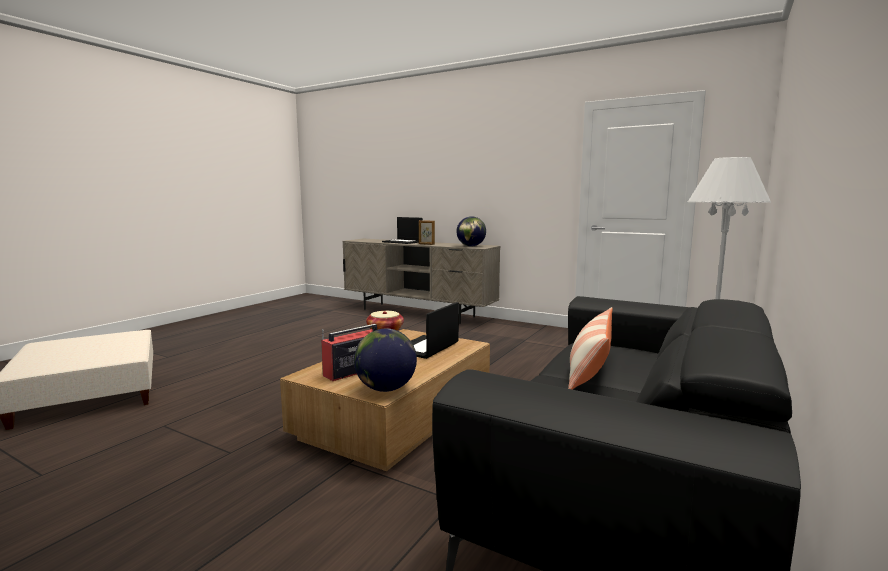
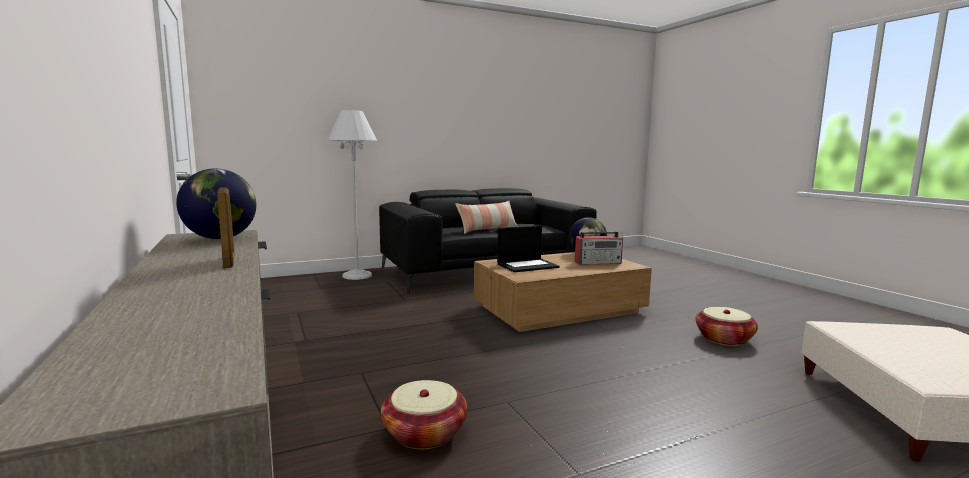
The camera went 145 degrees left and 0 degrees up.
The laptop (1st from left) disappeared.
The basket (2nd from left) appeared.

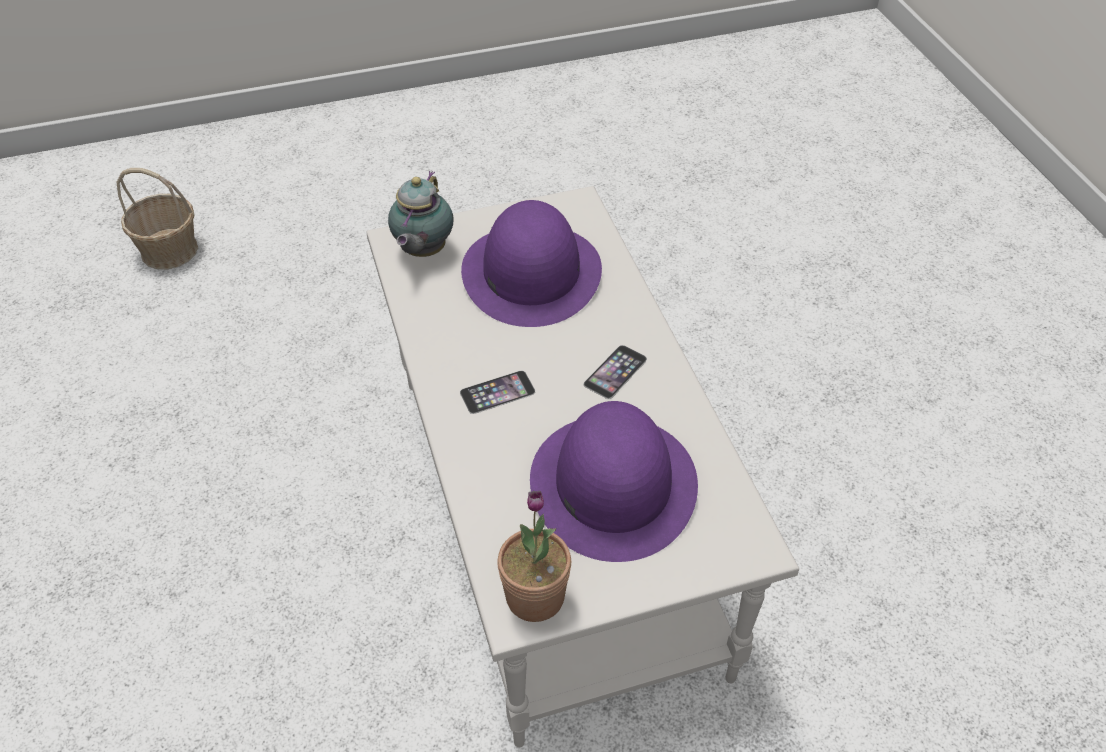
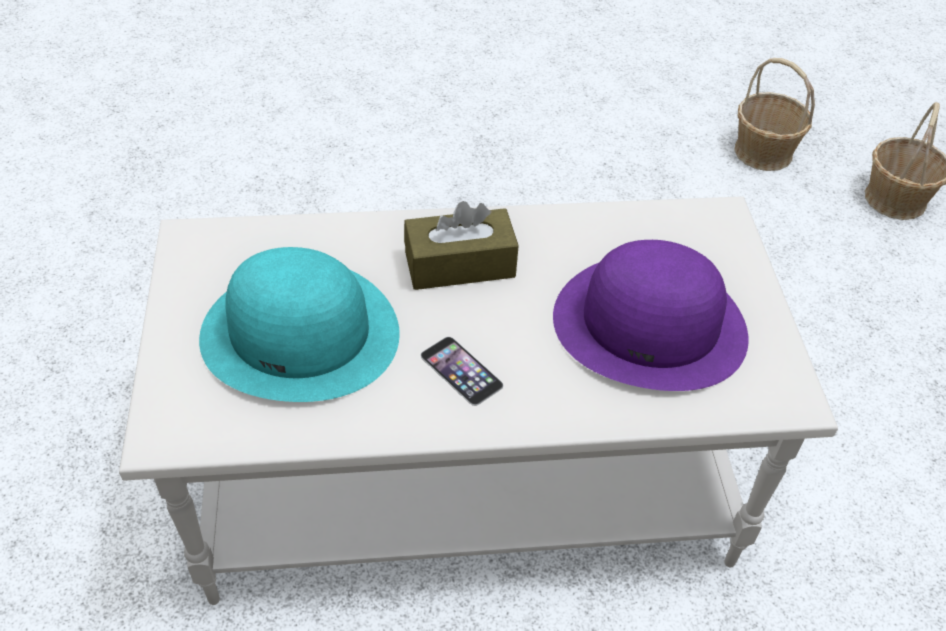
The camera went 100 degrees right and 0 degrees up.
The teapot disappeared.
The phone (1st from left) was replaced by the brown tissue box.
The potted plant disappeared.
The purple hat (2nd from left) became the turquoise hat.
The basket (1st from left) appeared.

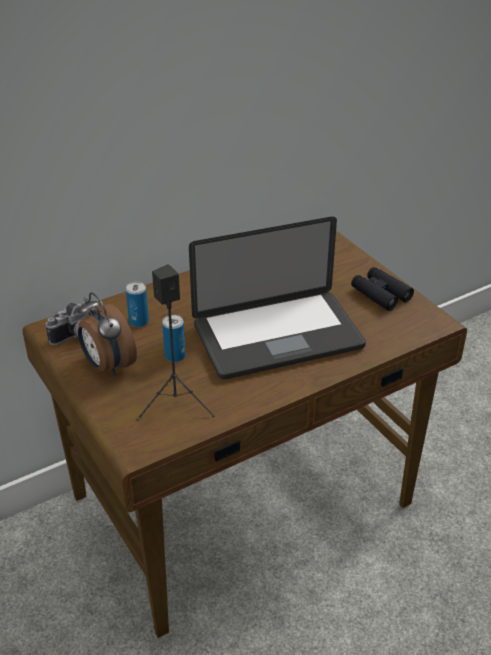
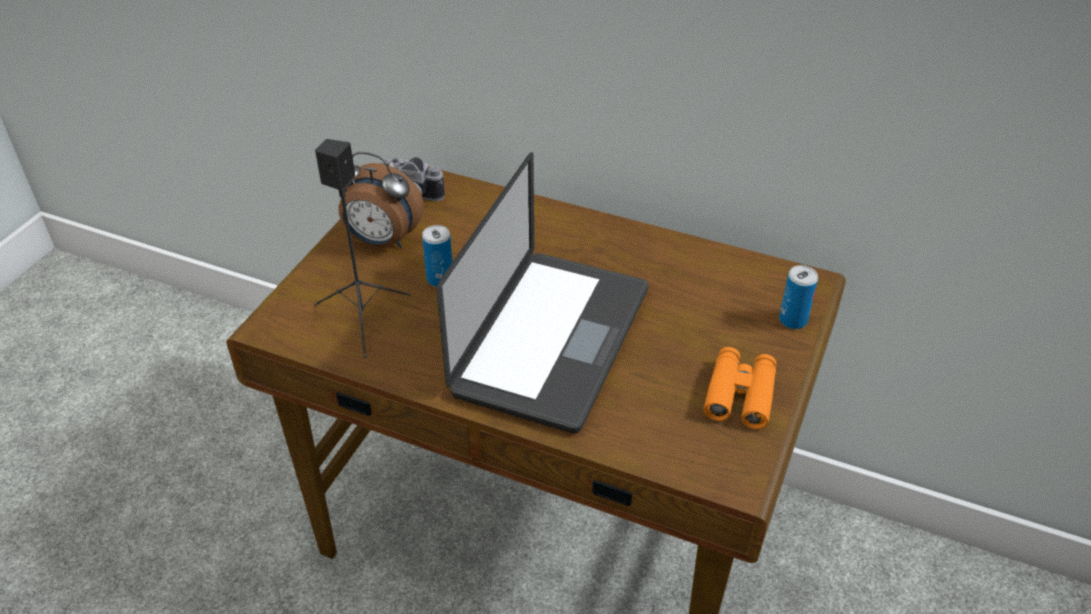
The camera went 55 degrees right and 5 degrees up.
The alarm clock turned 90 degrees counterclockwise.
The can (1st from left in the first image) moved.
The laptop turned 105 degrees counterclockwise.
The black binoculars became the orange binoculars.

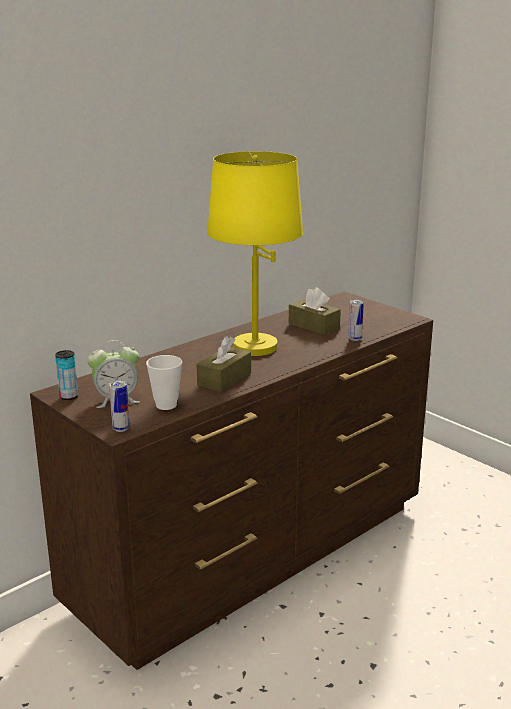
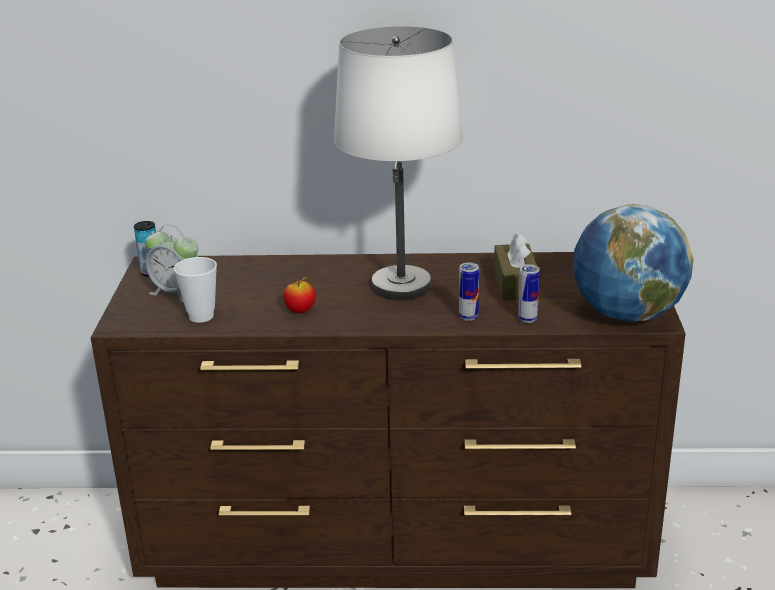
The camera went 45 degrees right and 5 degrees up.
The can (2nd from left) moved.
The brown tissue box (1st from left) was replaced by the apple.
The yellow table lamp became the white table lamp.
The globe appeared.

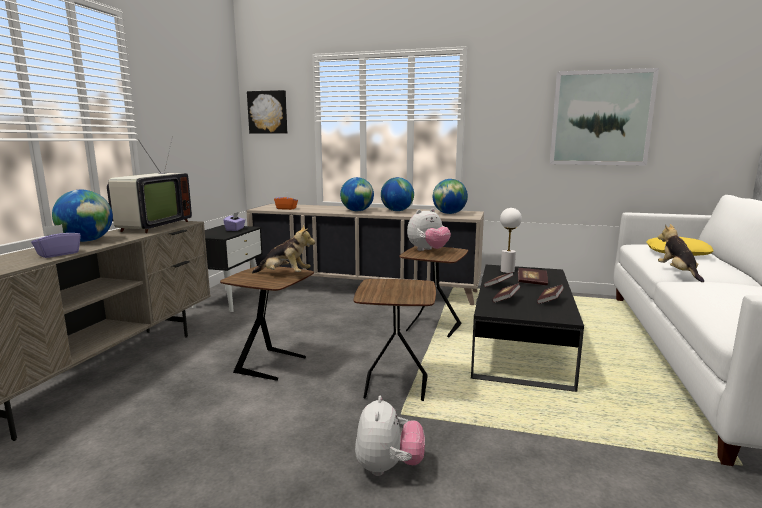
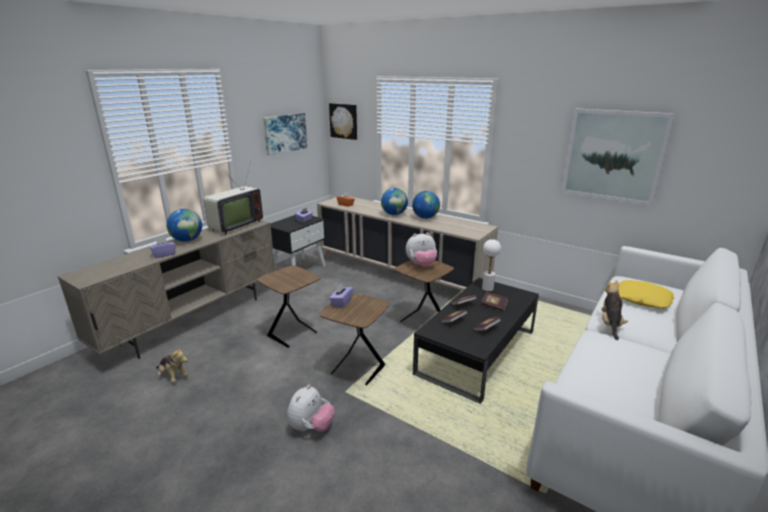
The camera went 20 degrees right and 10 degrees up.
The plush toy (1st from left) moved.
The globe (4th from left) disappeared.
The picture (1st from left) appeared.
The purple tissue box (3rd from left) appeared.

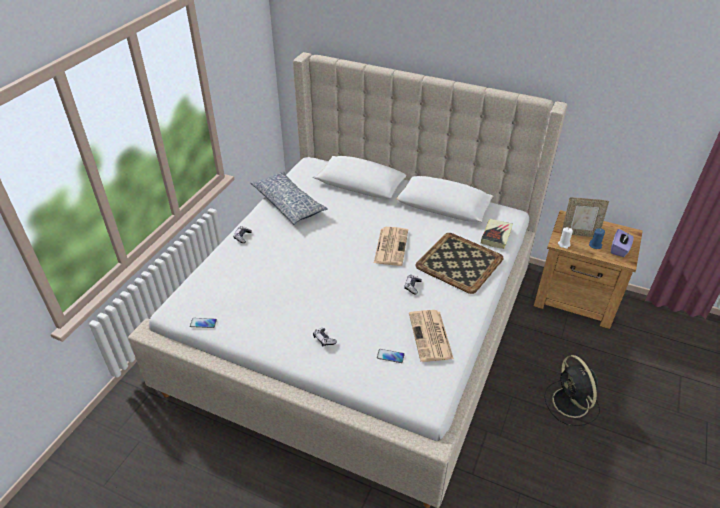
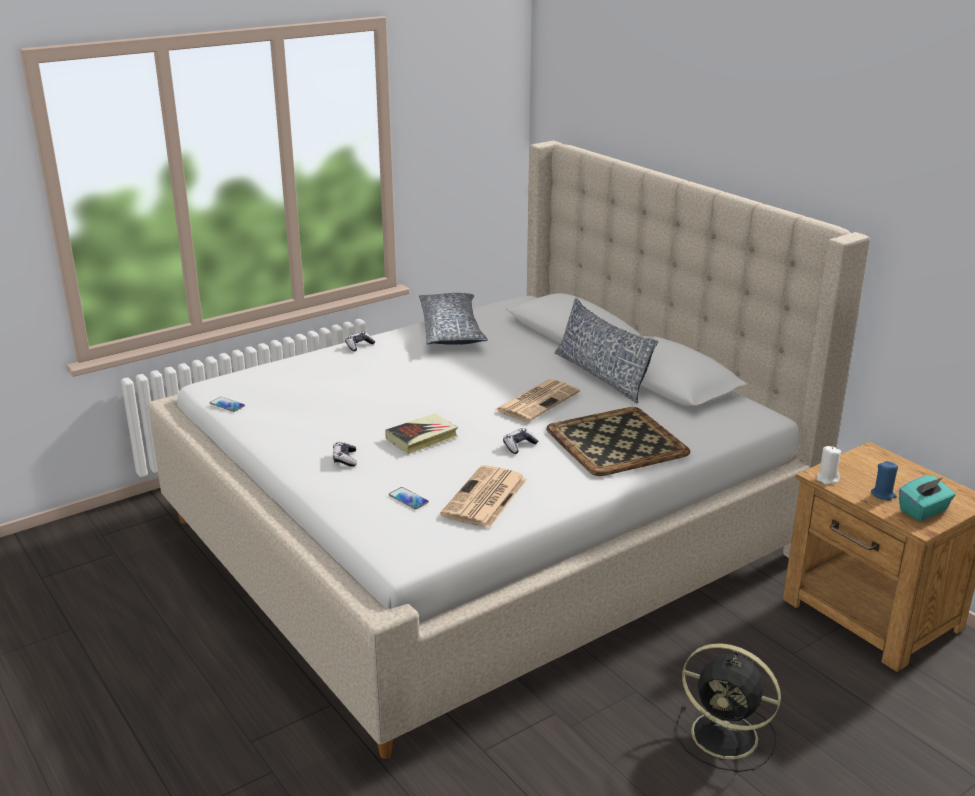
The camera went 30 degrees right and 15 degrees down.
The book moved.
The black fan turned 75 degrees counterclockwise.
The picture frame disappeared.
The purple tissue box became the turquoise tissue box.
The pillow (2nd from left) appeared.

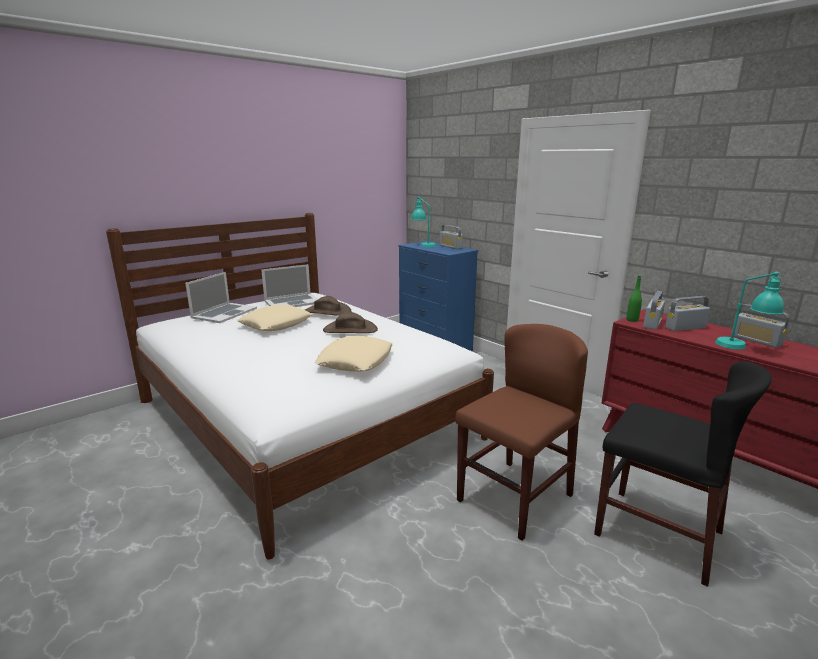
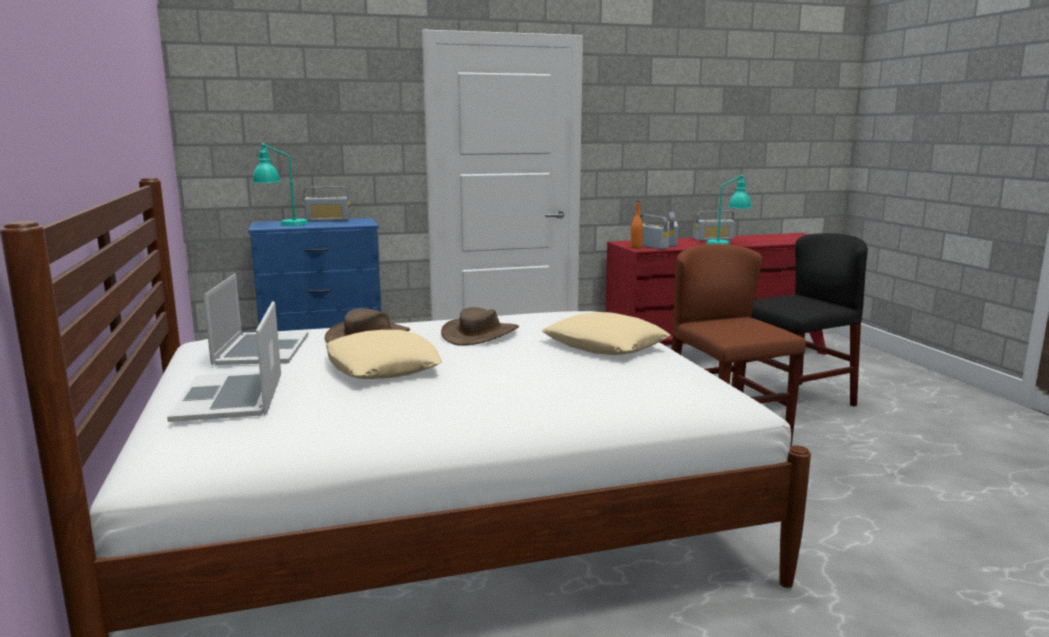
The camera went 65 degrees left and 5 degrees down.
The laptop (1st from left) turned 150 degrees counterclockwise.
The green bottle became the orange bottle.

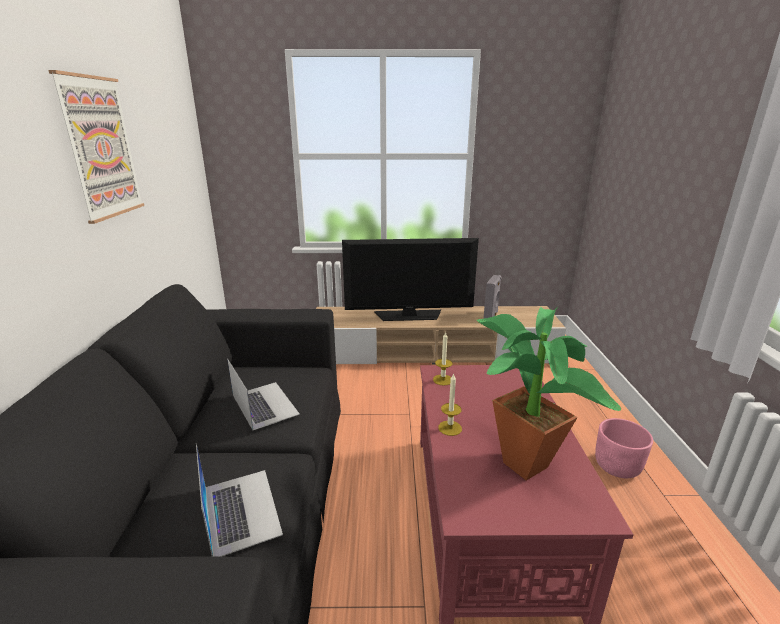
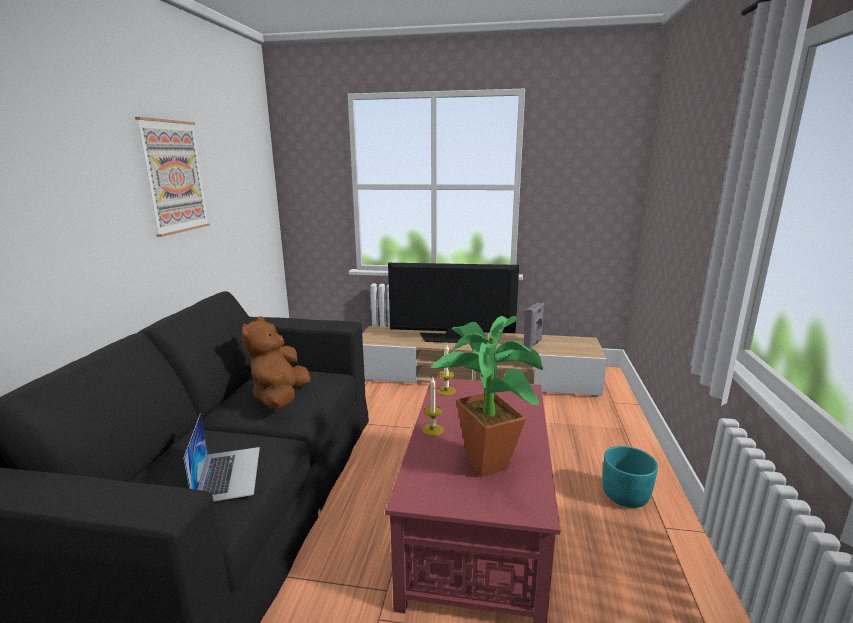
The camera went 10 degrees right and 5 degrees down.
The laptop (2nd from left) was replaced by the brown plush toy.
The pink planter became the turquoise planter.

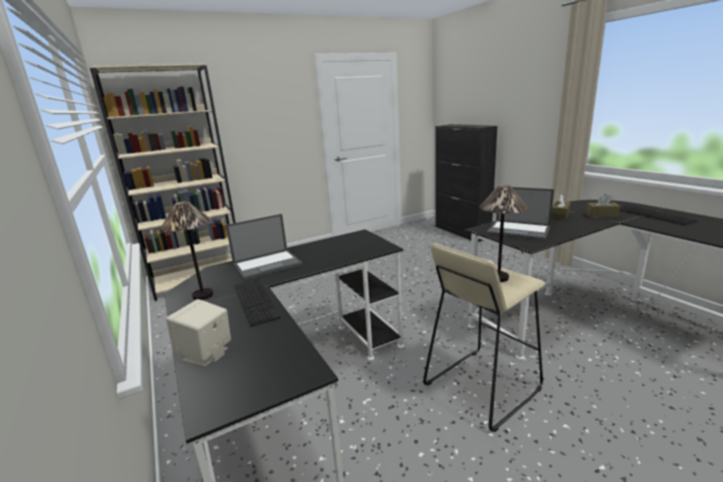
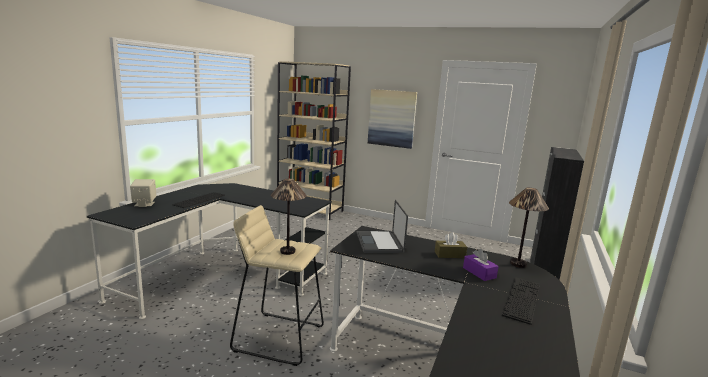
The camera went 50 degrees right and 5 degrees down.
The table lamp (1st from left in the first image) moved.
The laptop (1st from left) disappeared.
The brown tissue box (2nd from left) became the purple tissue box.
The picture appeared.

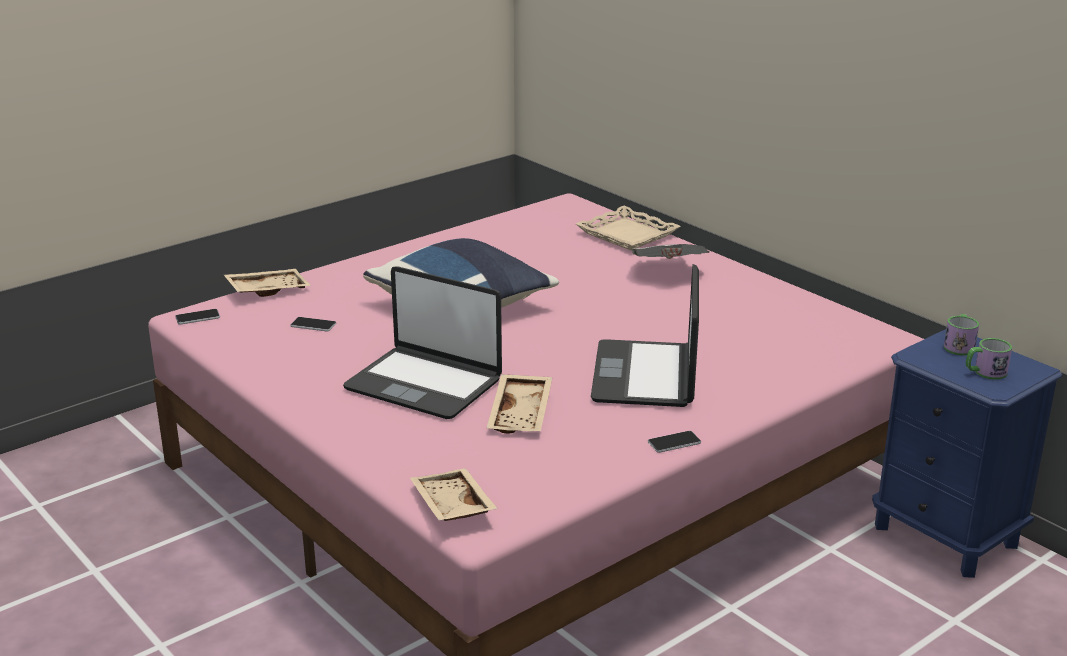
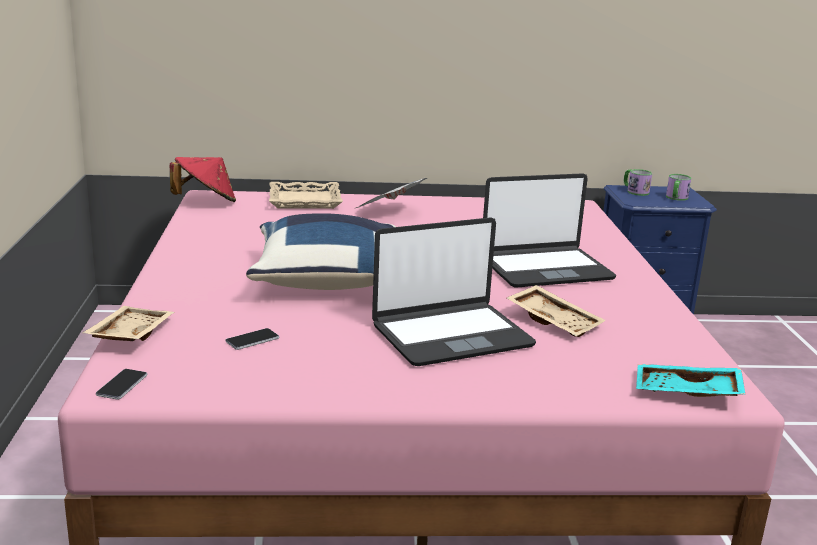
The camera went 55 degrees left and 5 degrees down.
The beige tray (2nd from left) became the turquoise tray.
The laptop (2nd from left) turned 60 degrees counterclockwise.
The phone (3rd from left) disappeared.
The red hat appeared.

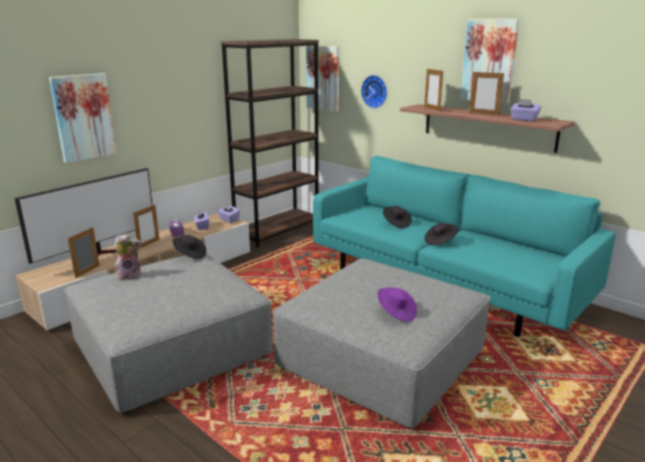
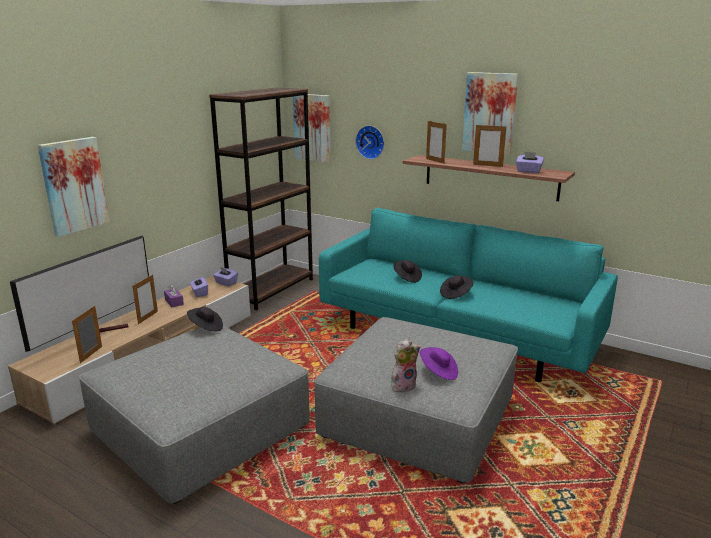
The camera went 10 degrees left and 0 degrees up.
The plush toy moved.

